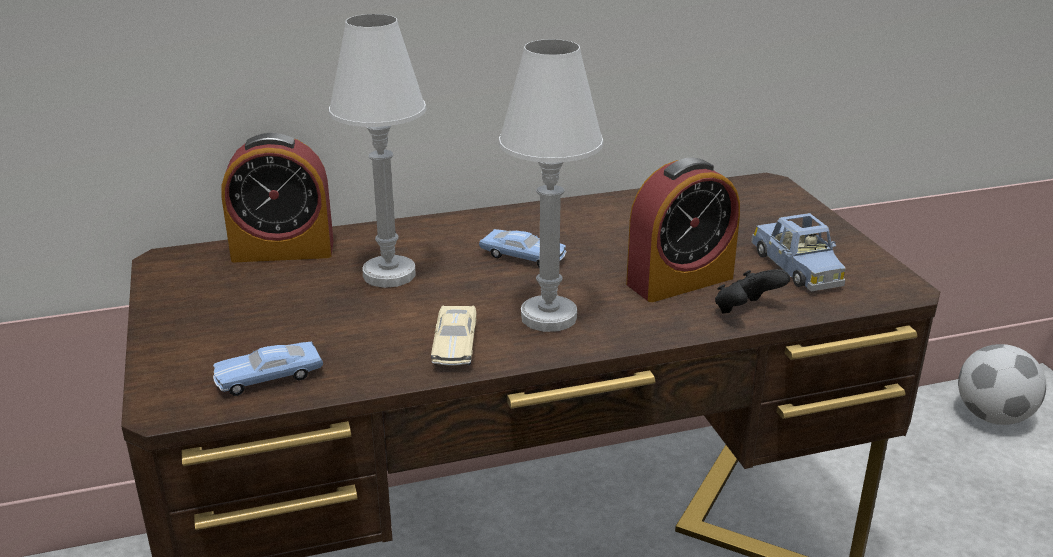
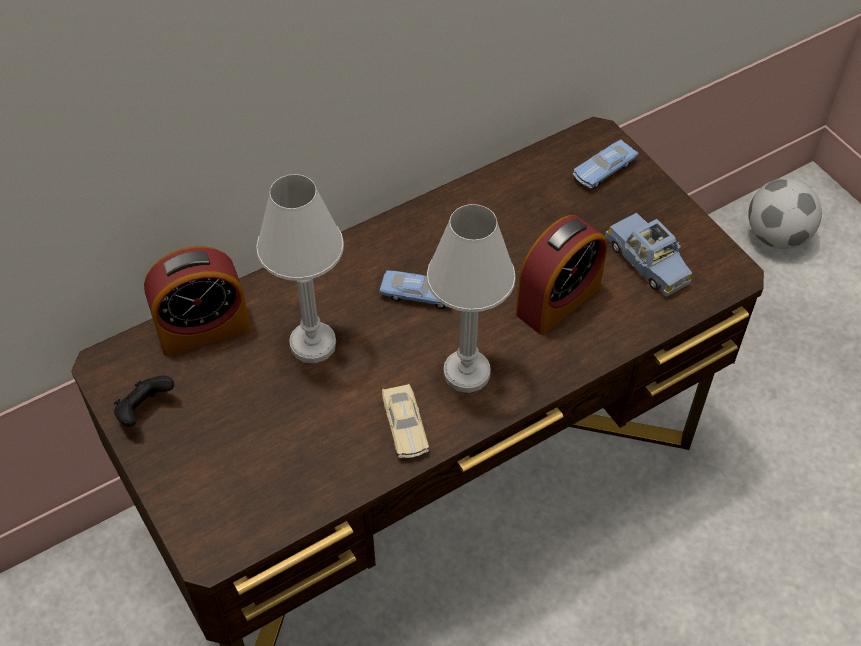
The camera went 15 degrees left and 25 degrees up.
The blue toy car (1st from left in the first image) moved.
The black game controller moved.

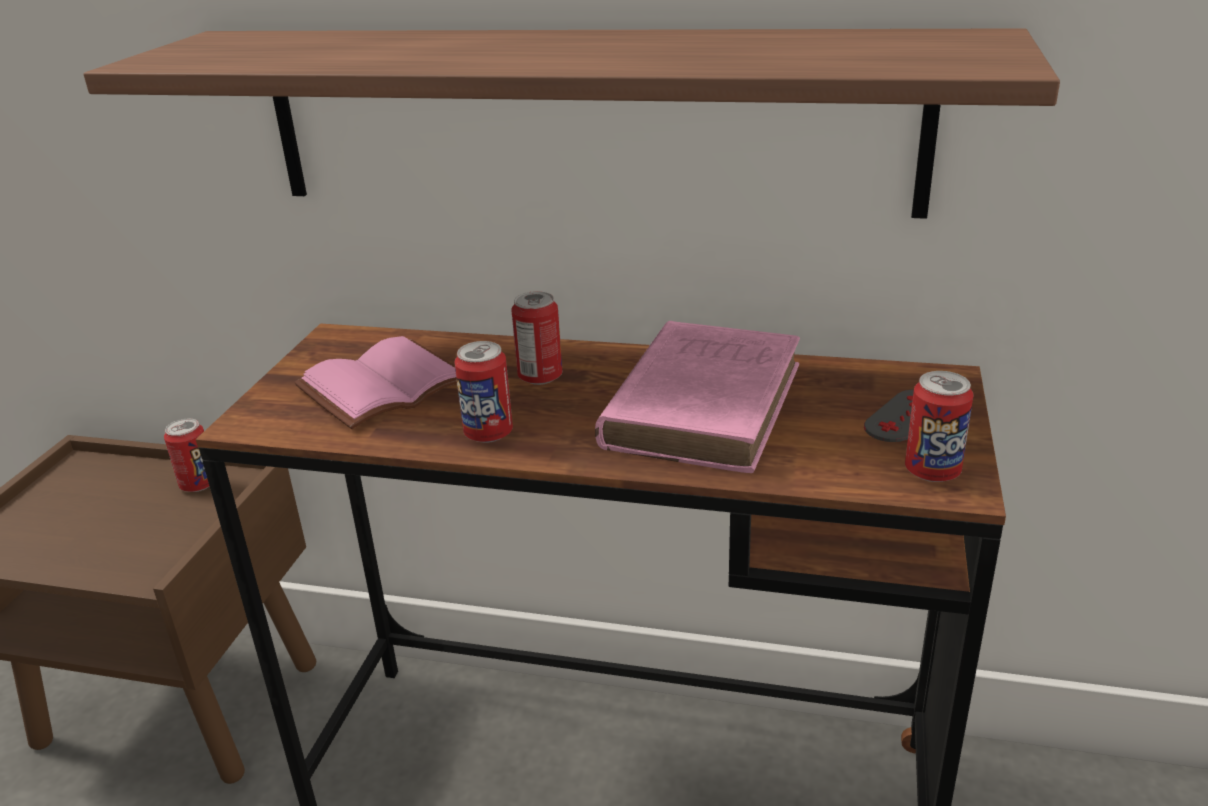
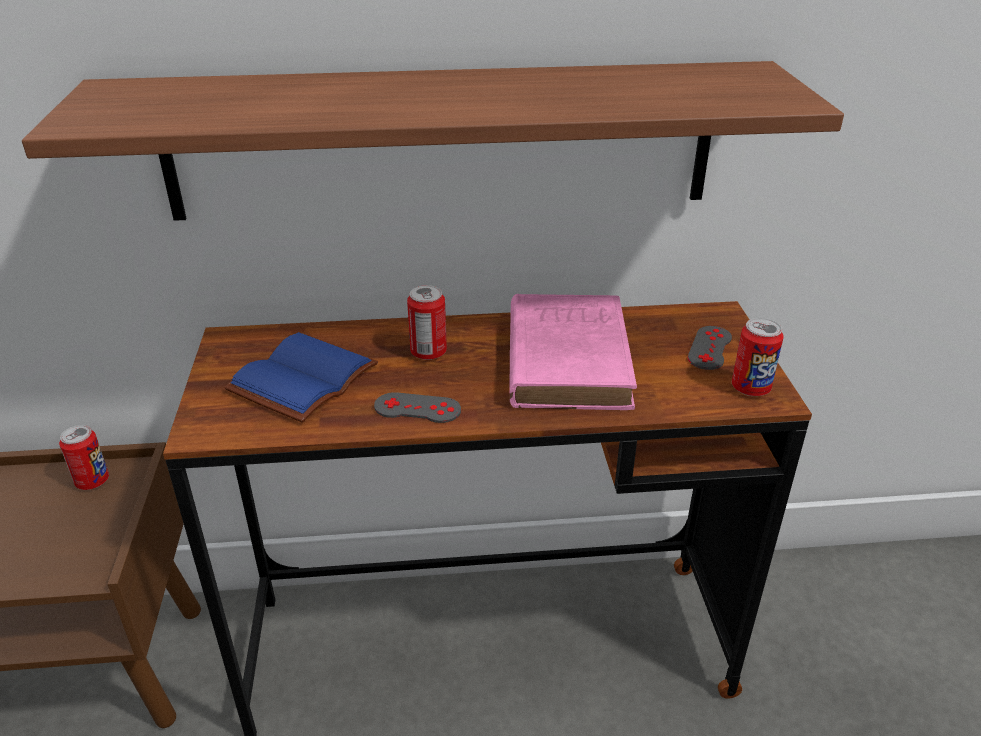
The camera went 20 degrees left and 5 degrees up.
The pink book (1st from left) became the blue book.
The can (2nd from left) was replaced by the grey game controller (1st from left).

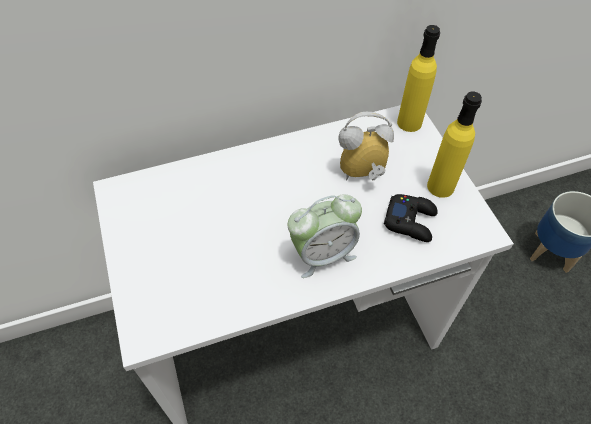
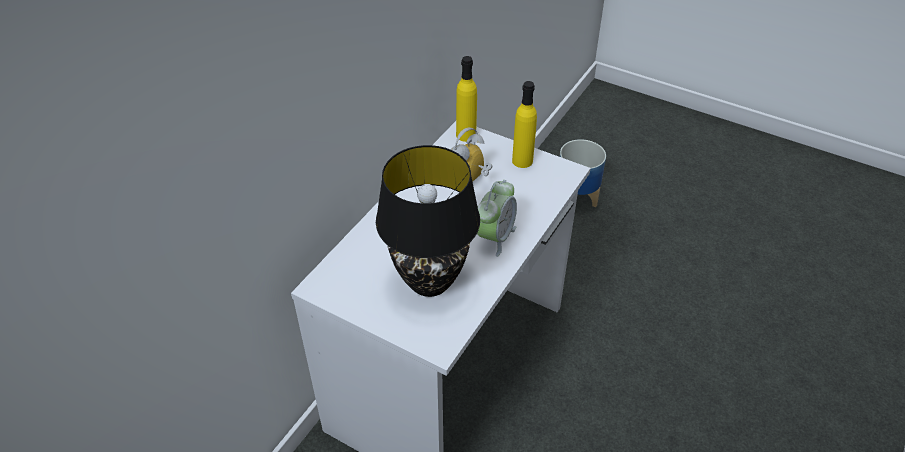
The camera went 40 degrees left and 10 degrees down.
The black game controller disappeared.
The black table lamp appeared.

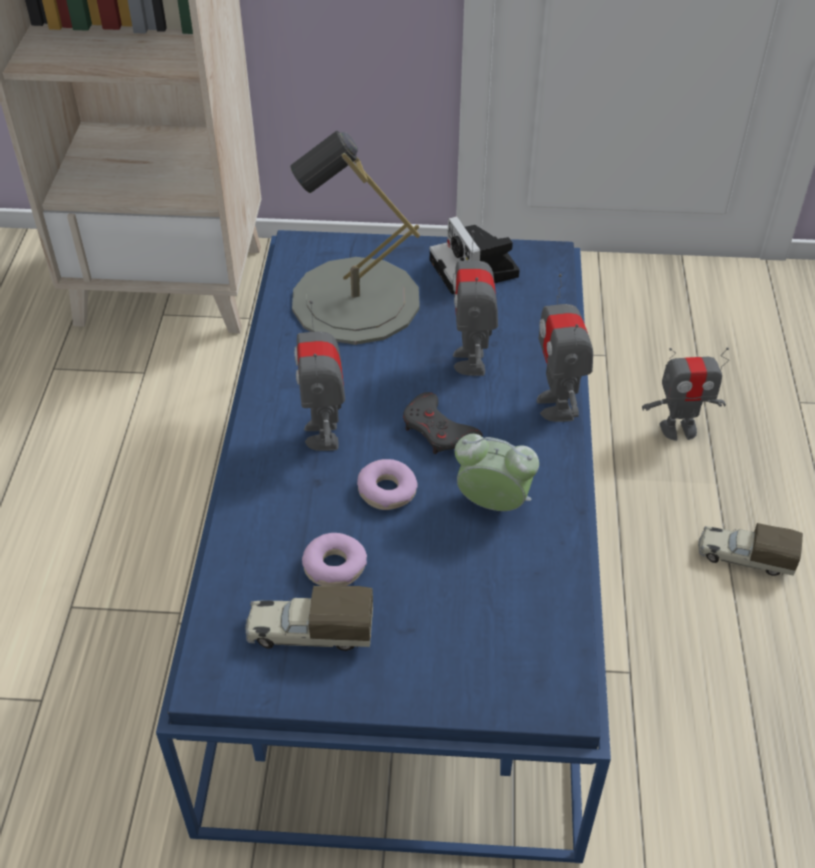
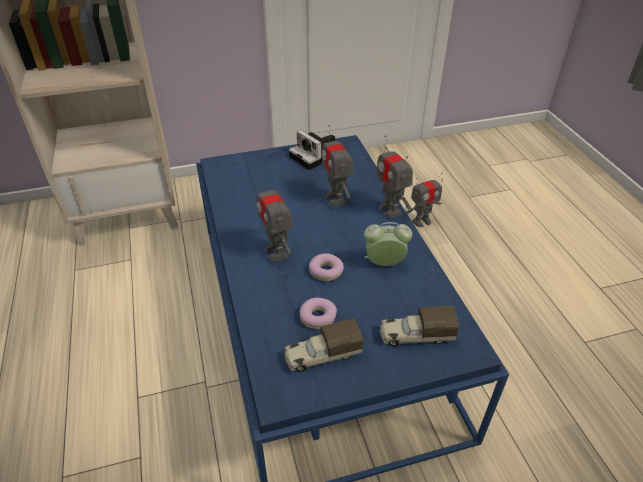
The camera went 20 degrees left and 5 degrees down.
The grey table lamp disappeared.
The grey game controller disappeared.
The toy truck (2nd from left) moved.

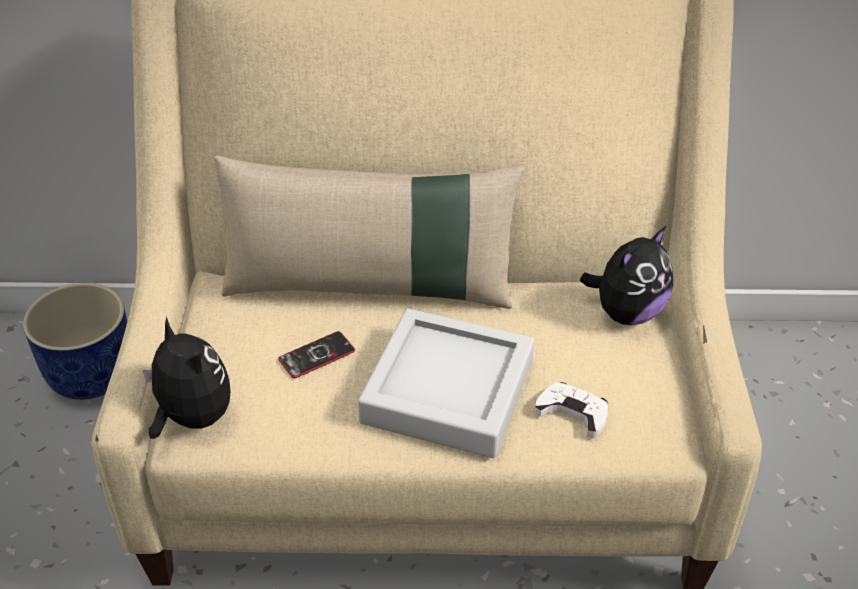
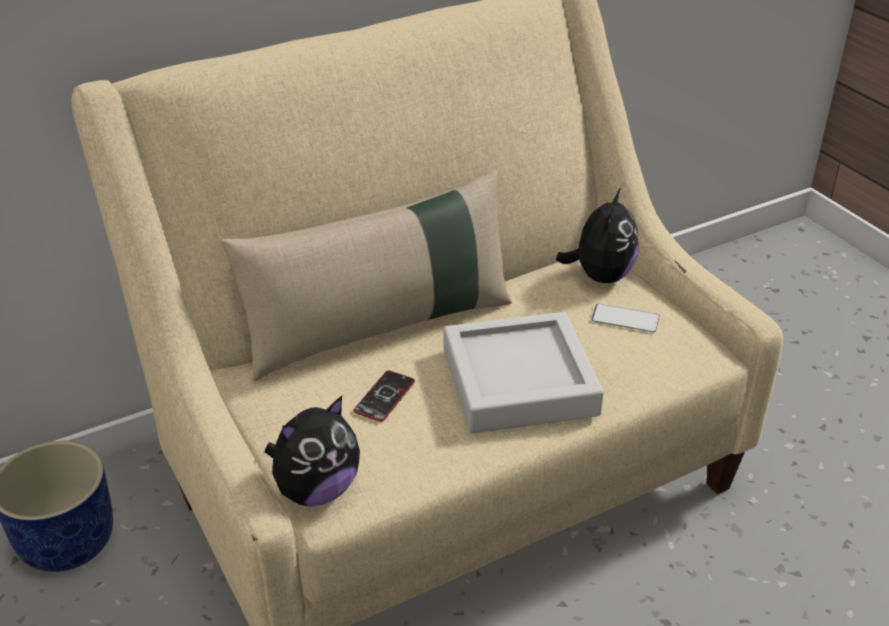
The camera went 30 degrees left and 5 degrees down.
The plush toy (1st from left) turned 120 degrees clockwise.
The white game controller disappeared.
The phone (2nd from left) appeared.

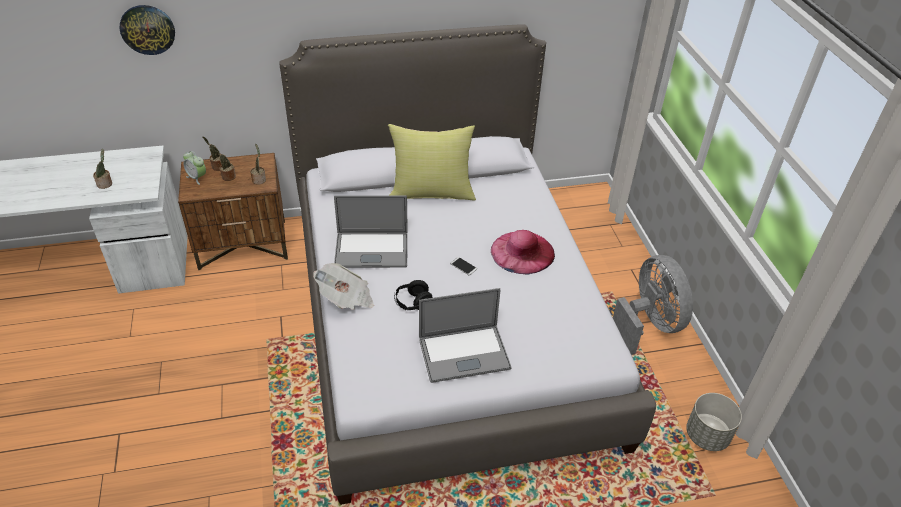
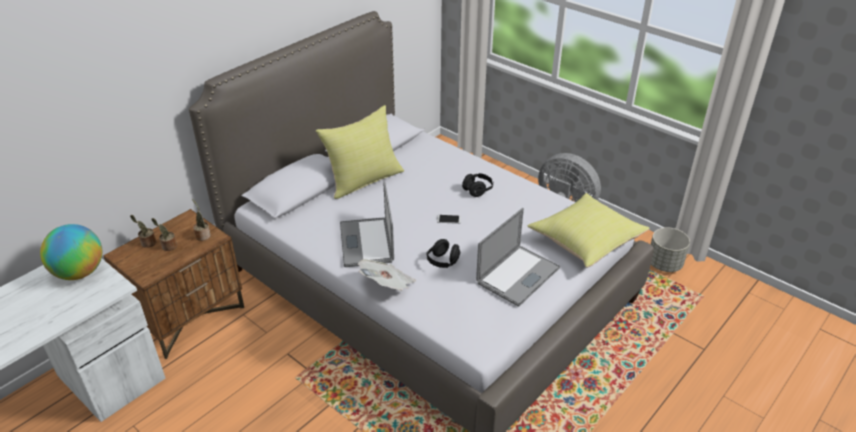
The camera went 35 degrees left and 5 degrees down.
The potted plant (1st from left) disappeared.
The wall clock disappeared.
The alarm clock disappeared.
The laptop (1st from left) turned 120 degrees clockwise.
The pink hat was replaced by the black headphones (2nd from left).
The globe appeared.
The yellow pillow (2nd from left) appeared.

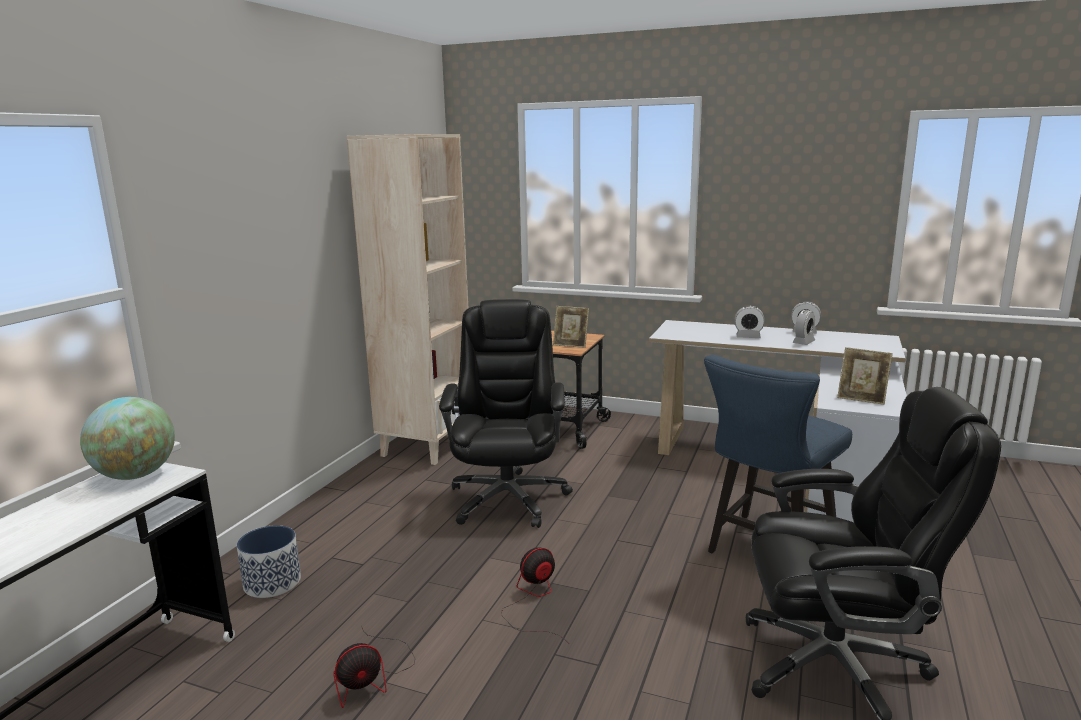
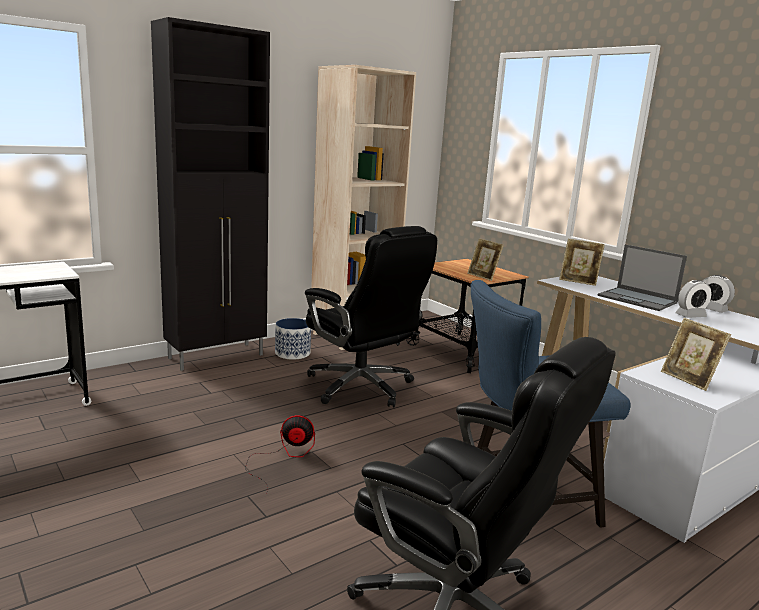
The camera went 30 degrees right and 0 degrees up.
The globe disappeared.
The planter moved.
The fan (1st from left) disappeared.
The black office chair (1st from left) turned 105 degrees clockwise.
The alarm clock (1st from left) was replaced by the laptop.
The black cabinet appeared.
The picture frame (2nd from left) appeared.

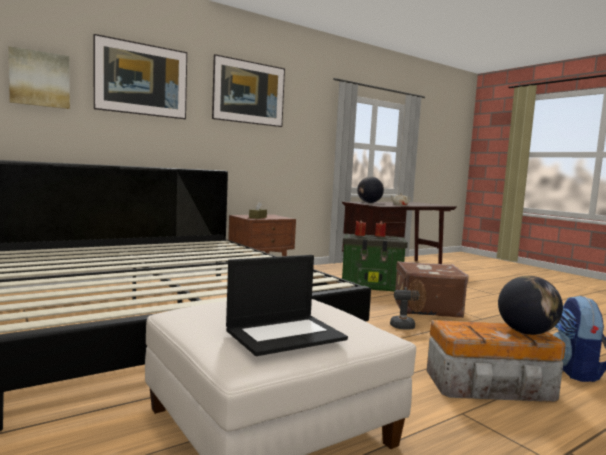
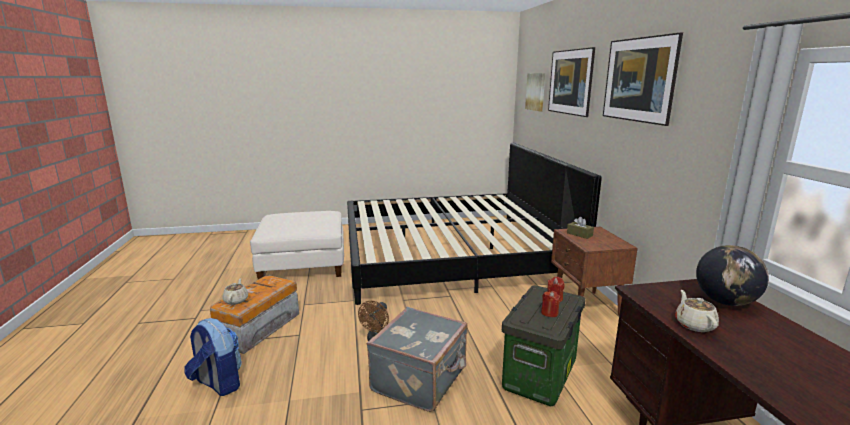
The camera went 115 degrees right and 10 degrees up.
The laptop disappeared.
The brown suitcase became the grey suitcase.
The globe (2nd from left) was replaced by the beige teapot (1st from left).

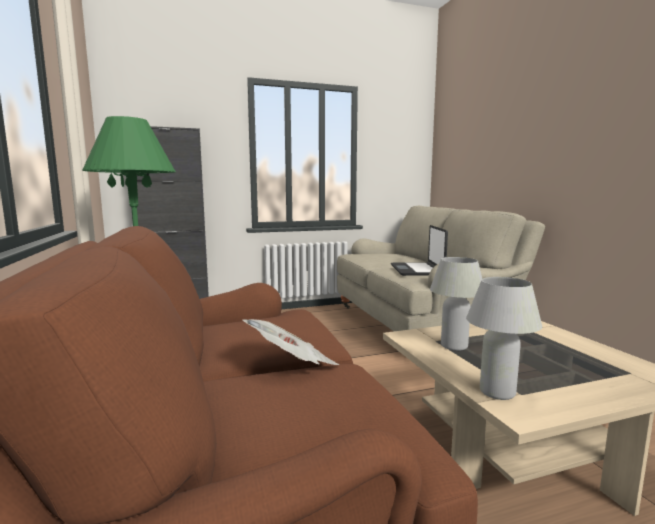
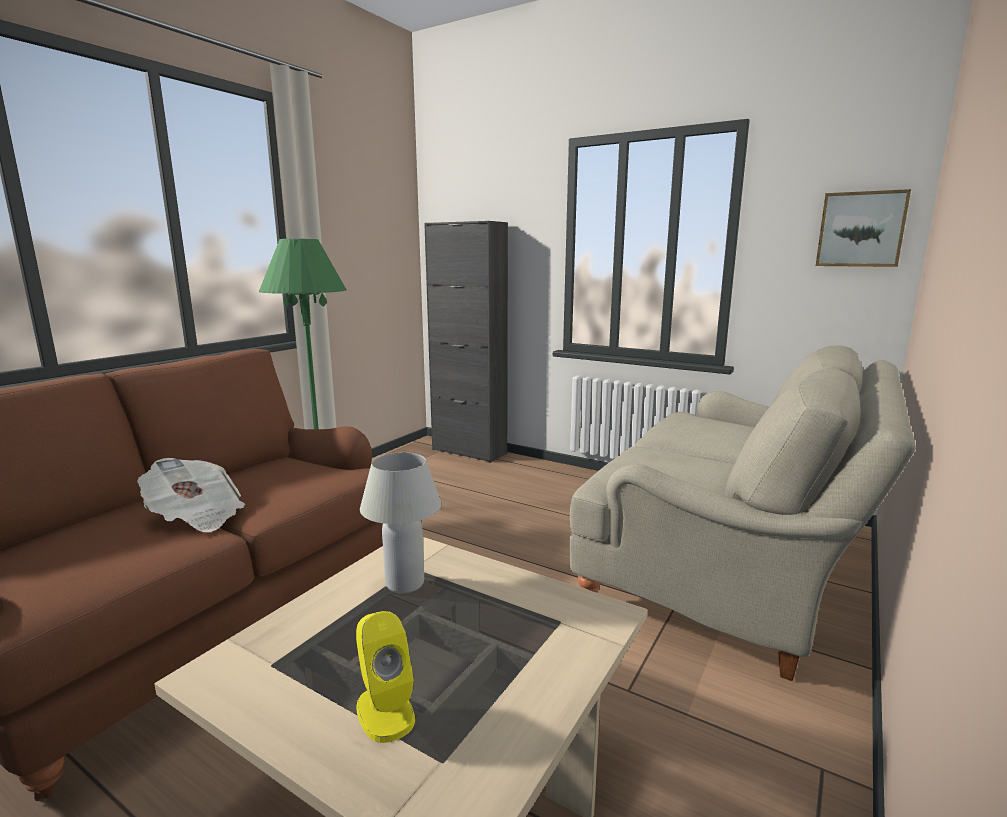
The camera went 50 degrees right and 5 degrees up.
The laptop disappeared.
The white table lamp (2nd from left) disappeared.
The yellow speaker appeared.
The picture appeared.

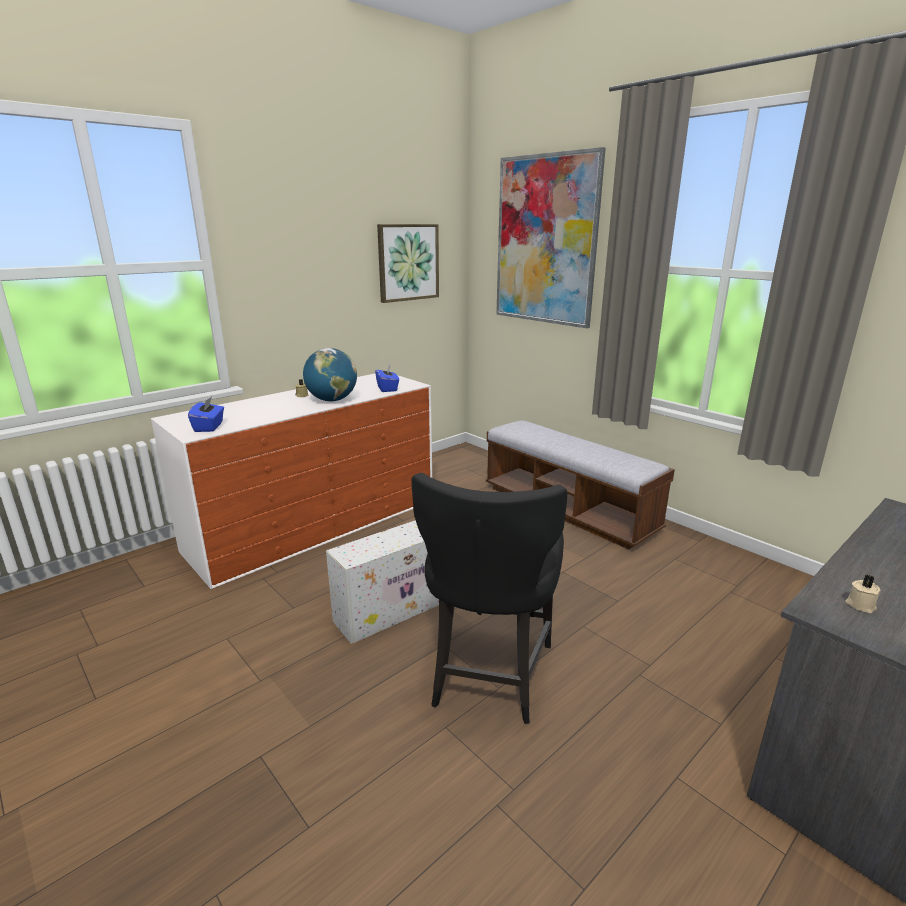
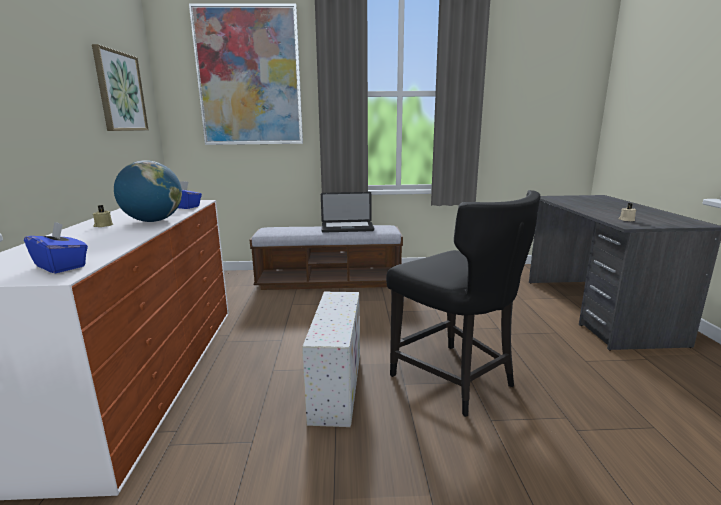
The camera went 50 degrees left and 5 degrees down.
The laptop appeared.

